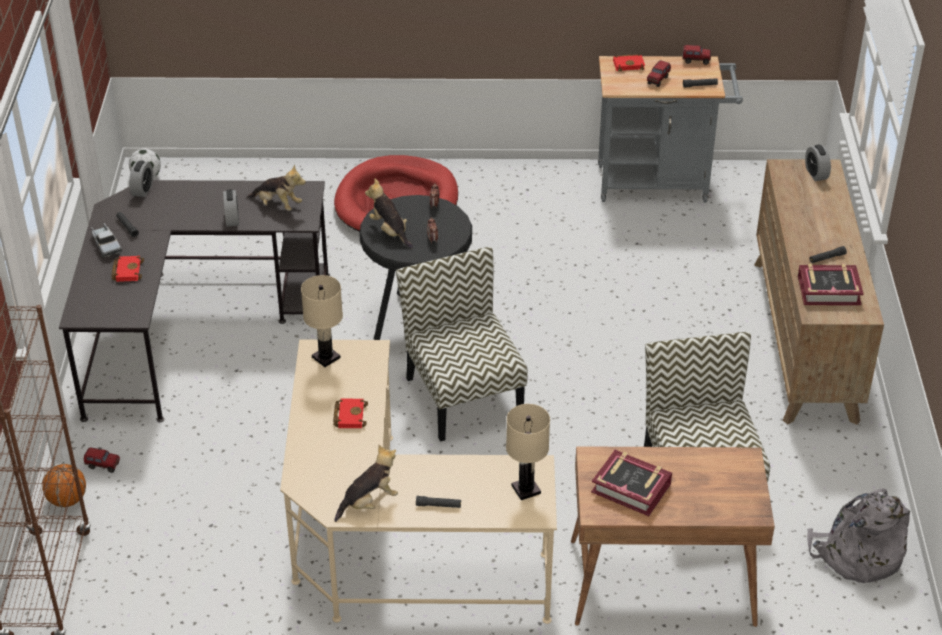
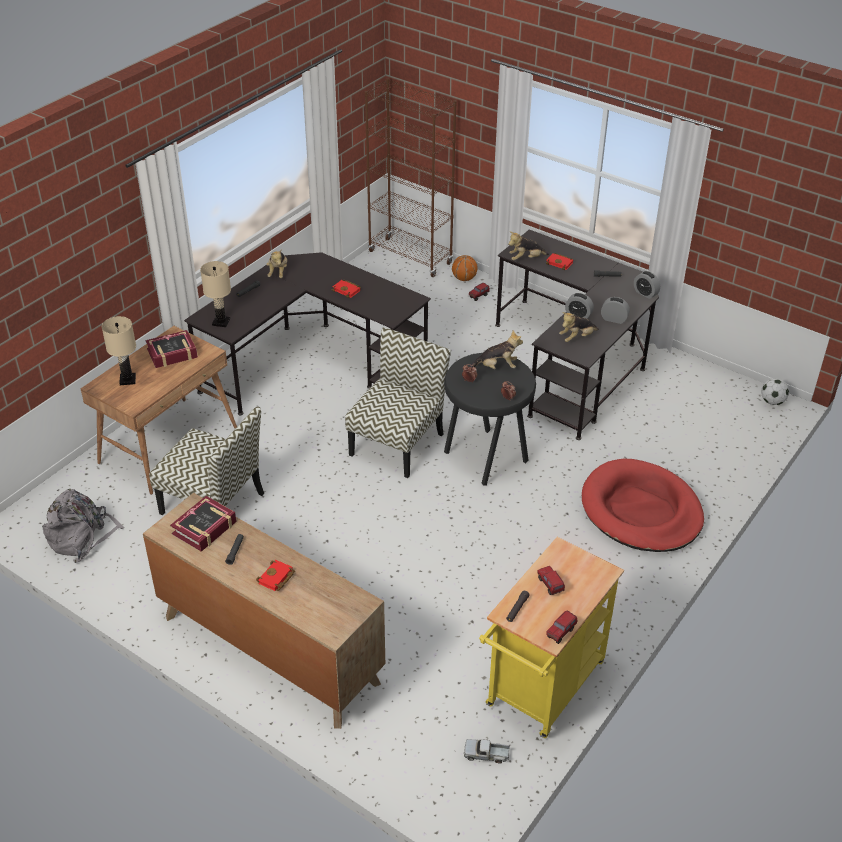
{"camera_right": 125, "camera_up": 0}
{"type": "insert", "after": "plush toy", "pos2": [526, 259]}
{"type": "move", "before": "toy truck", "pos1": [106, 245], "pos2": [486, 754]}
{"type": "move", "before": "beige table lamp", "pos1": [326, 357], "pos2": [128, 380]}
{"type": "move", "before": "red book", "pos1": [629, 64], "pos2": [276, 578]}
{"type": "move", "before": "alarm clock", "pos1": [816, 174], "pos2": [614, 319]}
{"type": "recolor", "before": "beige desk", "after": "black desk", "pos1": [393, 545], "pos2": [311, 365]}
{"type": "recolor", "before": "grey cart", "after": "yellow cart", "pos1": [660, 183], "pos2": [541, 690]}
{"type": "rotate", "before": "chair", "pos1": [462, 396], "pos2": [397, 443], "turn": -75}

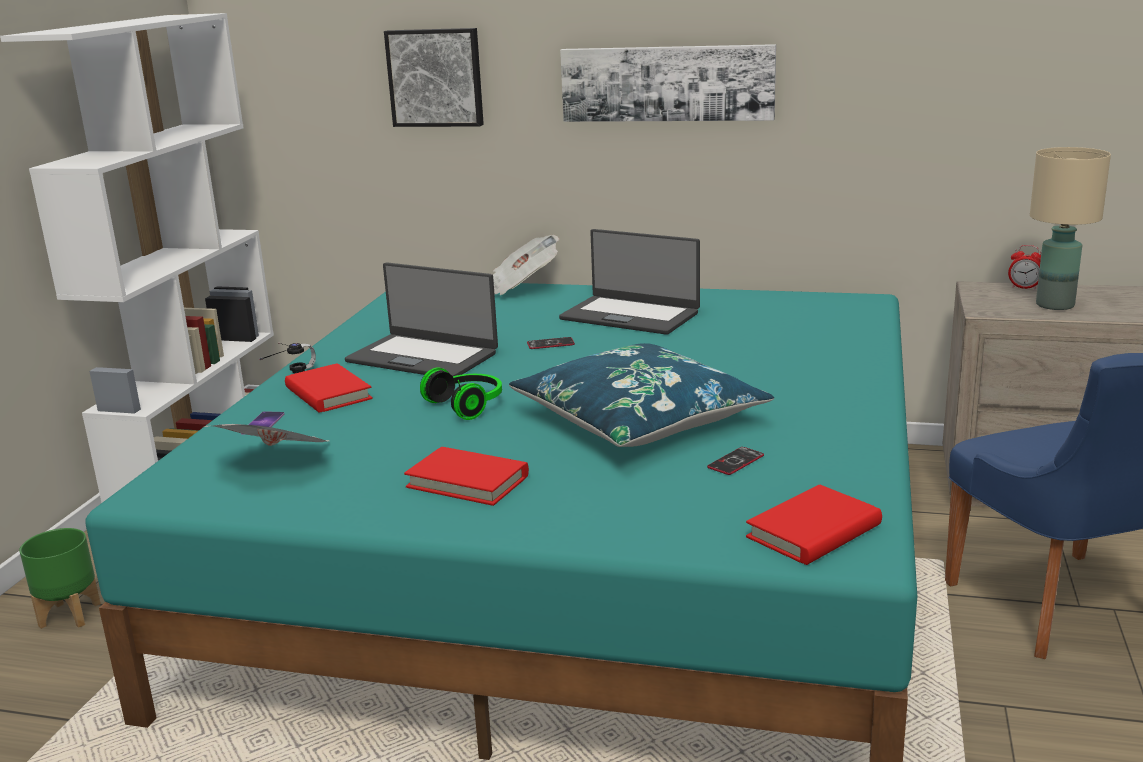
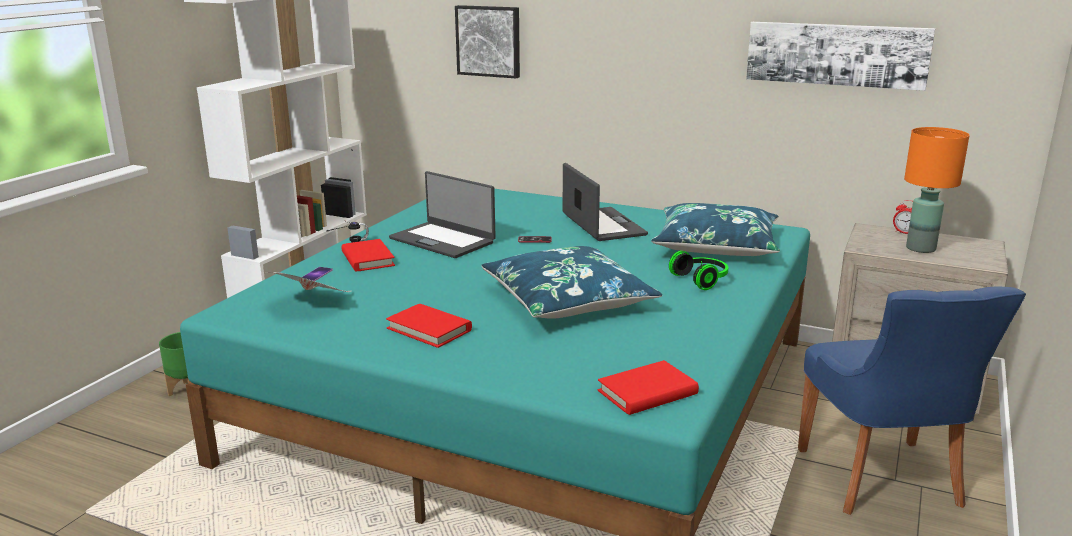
{"camera_right": 10, "camera_up": 0}
{"type": "delete", "before": "newspaper", "pos1": [518, 288]}
{"type": "delete", "before": "phone", "pos1": [735, 462]}
{"type": "insert", "after": "blue pillow", "pos2": [716, 245]}
{"type": "move", "before": "headphones", "pos1": [468, 405], "pos2": [702, 280]}
{"type": "move", "before": "picture", "pos1": [667, 83], "pos2": [836, 54]}
{"type": "recolor", "before": "beige table lamp", "after": "orange table lamp", "pos1": [1053, 305], "pos2": [920, 248]}
{"type": "rotate", "before": "laptop", "pos1": [630, 315], "pos2": [602, 225], "turn": -150}

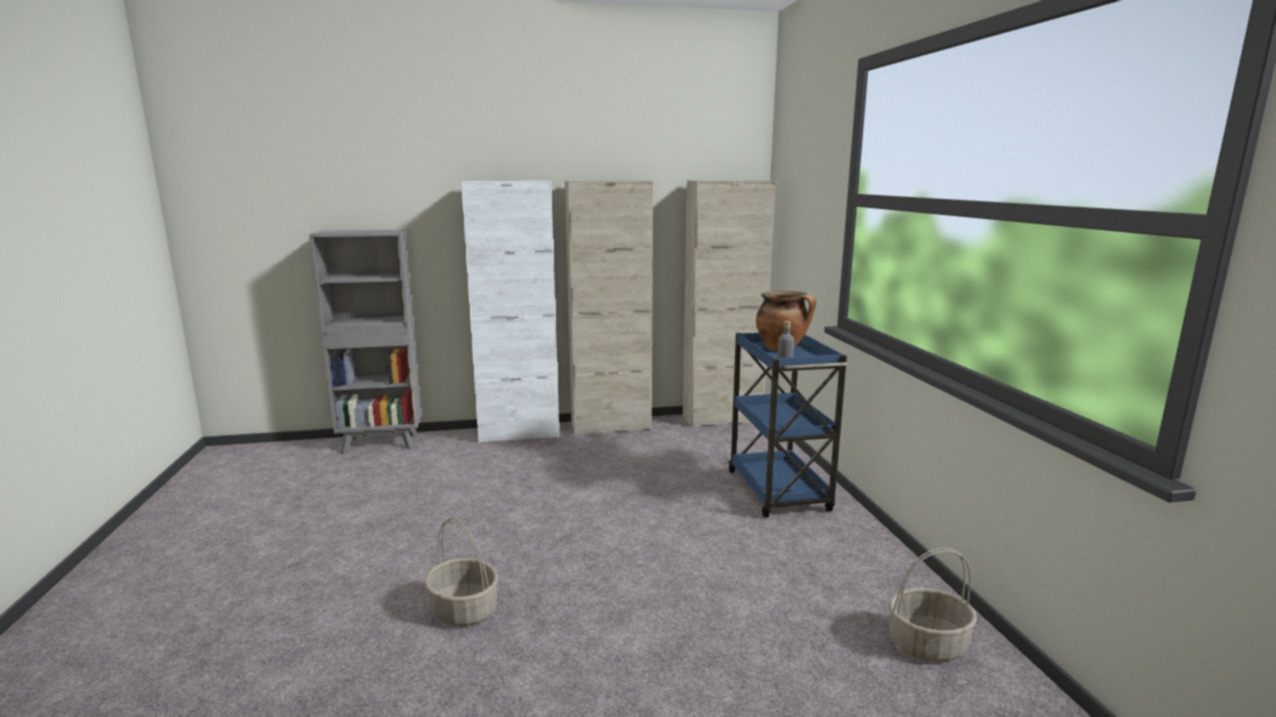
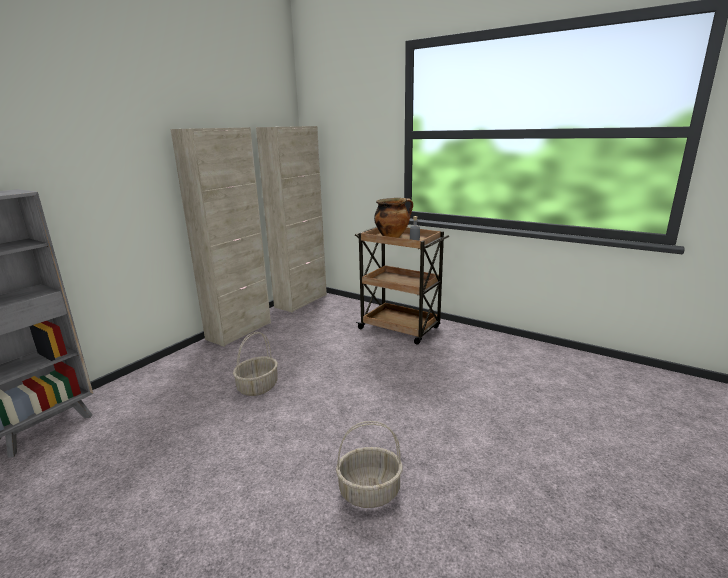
{"camera_right": -45, "camera_up": 5}
{"type": "delete", "before": "white cabinet", "pos1": [519, 434]}
{"type": "move", "before": "basket", "pos1": [928, 644], "pos2": [258, 386]}
{"type": "recolor", "before": "blue cart", "after": "brown cart", "pos1": [779, 492], "pos2": [400, 328]}

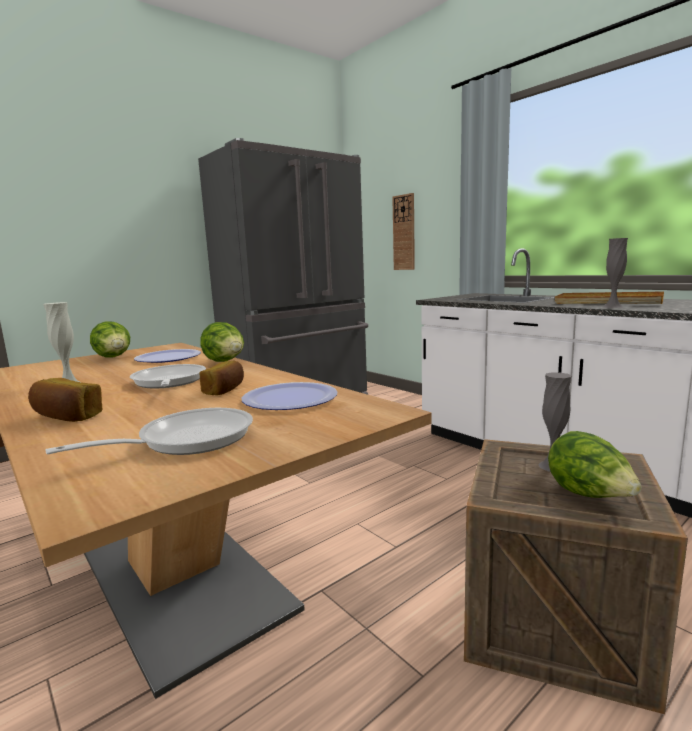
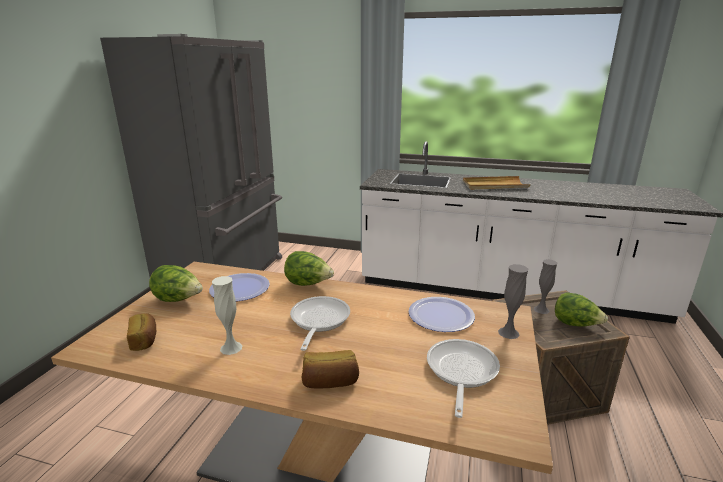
{"camera_right": -35, "camera_up": 10}
{"type": "delete", "before": "wall clock", "pos1": [404, 232]}
{"type": "move", "before": "bread", "pos1": [225, 390], "pos2": [145, 340]}
{"type": "move", "before": "grey vase", "pos1": [612, 307], "pos2": [508, 333]}
{"type": "rotate", "before": "frying pan", "pos1": [168, 382], "pos2": [318, 321], "turn": 60}

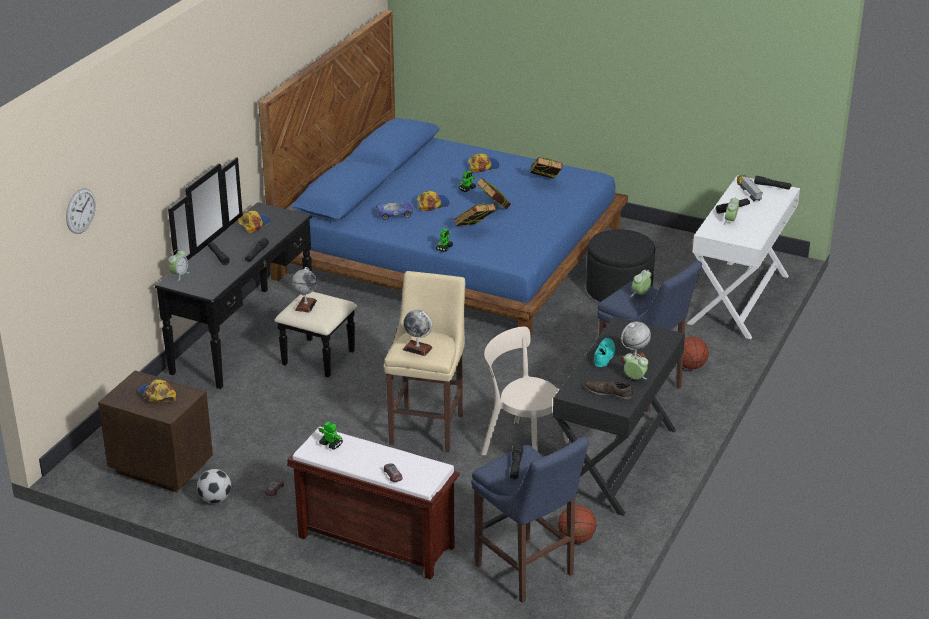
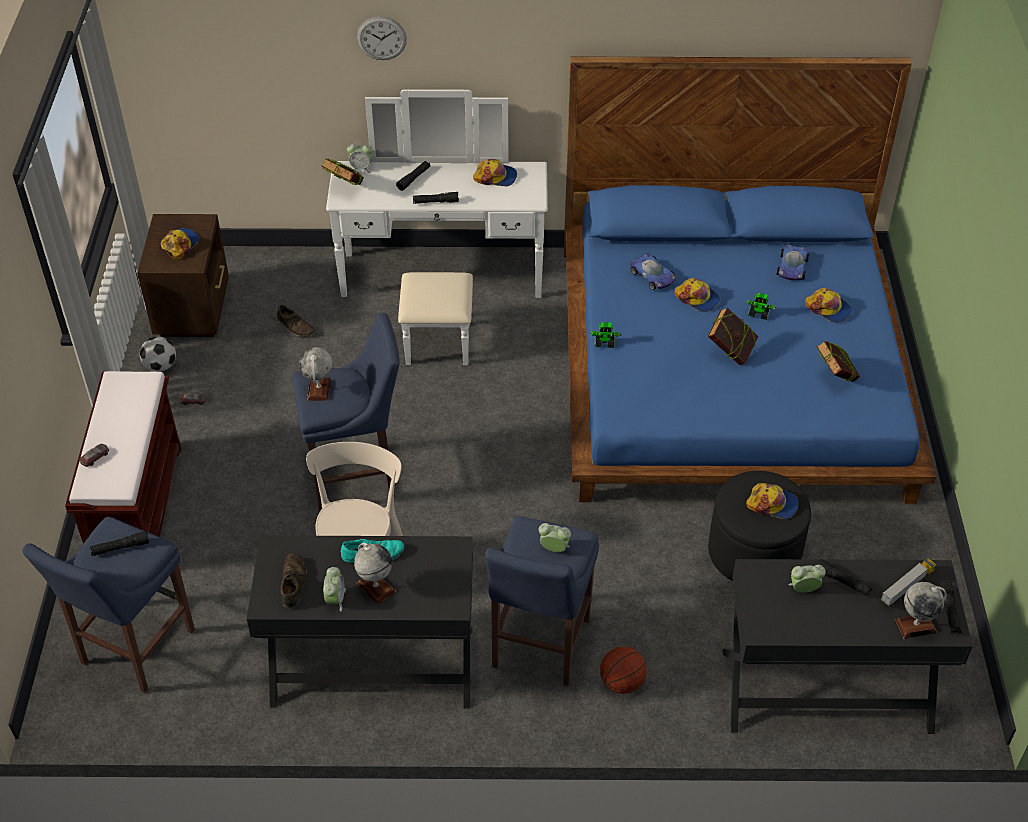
{"camera_right": 65, "camera_up": 15}
{"type": "delete", "before": "toy robot", "pos1": [331, 444]}
{"type": "delete", "before": "basketball", "pos1": [576, 539]}
{"type": "insert", "after": "brown shoe", "pos2": [296, 326]}
{"type": "insert", "after": "cap", "pos2": [772, 504]}
{"type": "insert", "after": "toy car", "pos2": [792, 267]}
{"type": "move", "before": "wall clock", "pos1": [80, 211], "pos2": [381, 38]}
{"type": "move", "before": "globe", "pos1": [305, 305], "pos2": [915, 626]}
{"type": "move", "before": "book", "pos1": [475, 230], "pos2": [344, 189]}
{"type": "recolor", "before": "black dresser", "after": "white dresser", "pos1": [260, 341], "pos2": [442, 290]}
{"type": "recolor", "before": "beige stool", "after": "blue stool", "pos1": [428, 427], "pos2": [357, 476]}
{"type": "recolor", "before": "white desk", "after": "black desk", "pos1": [739, 299], "pos2": [825, 691]}

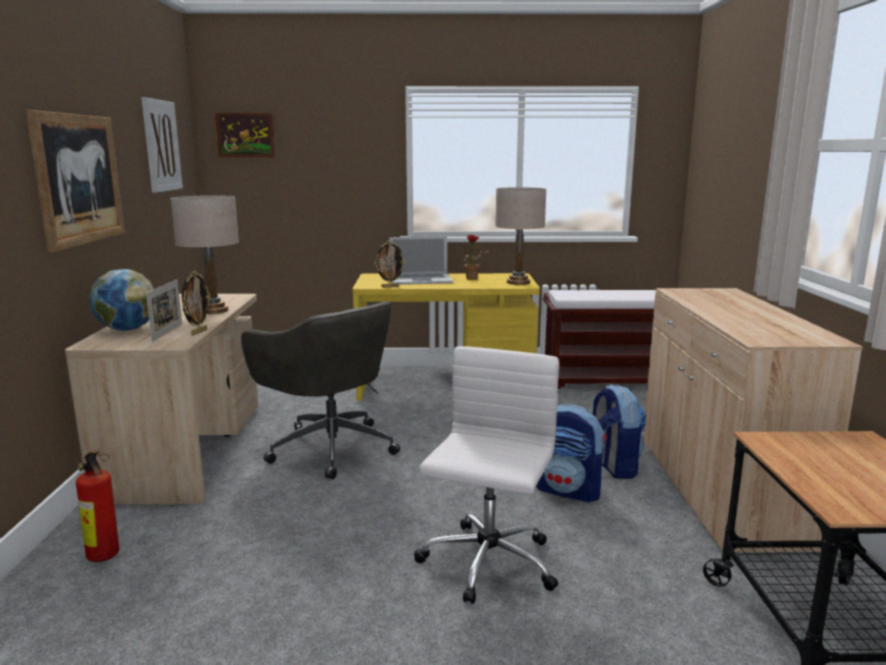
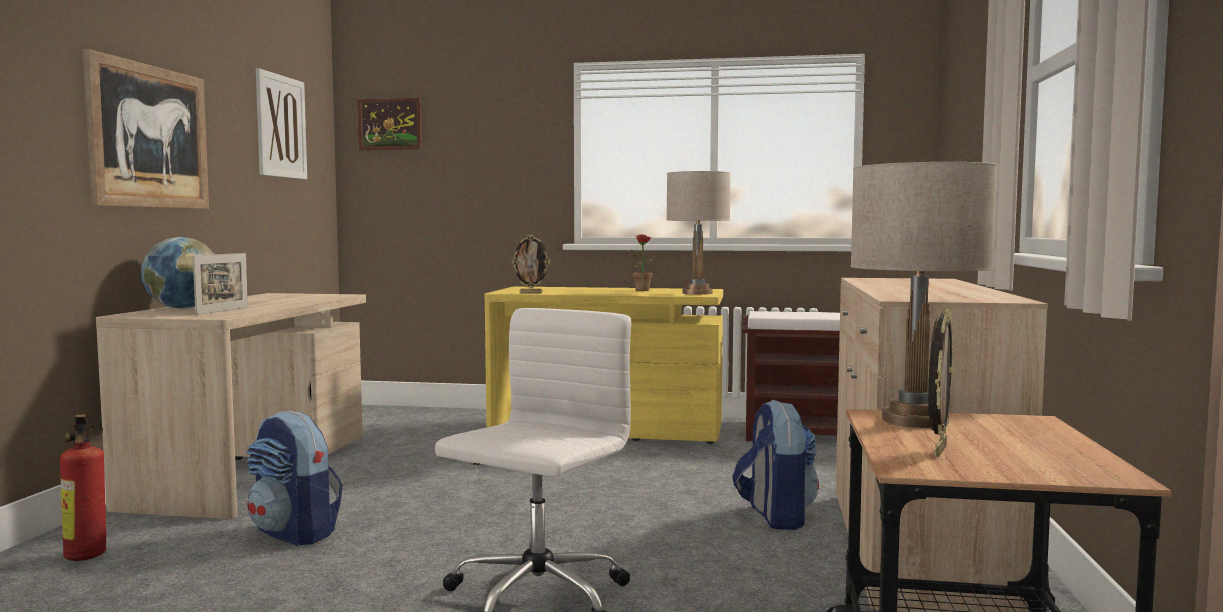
{"camera_right": 10, "camera_up": -10}
{"type": "delete", "before": "grey office chair", "pos1": [330, 447]}
{"type": "delete", "before": "laptop", "pos1": [420, 279]}
{"type": "move", "before": "beige table lamp", "pos1": [213, 310], "pos2": [914, 420]}
{"type": "move", "before": "picture frame", "pos1": [198, 332], "pos2": [938, 450]}
{"type": "move", "before": "backpack", "pos1": [568, 490], "pos2": [295, 533]}

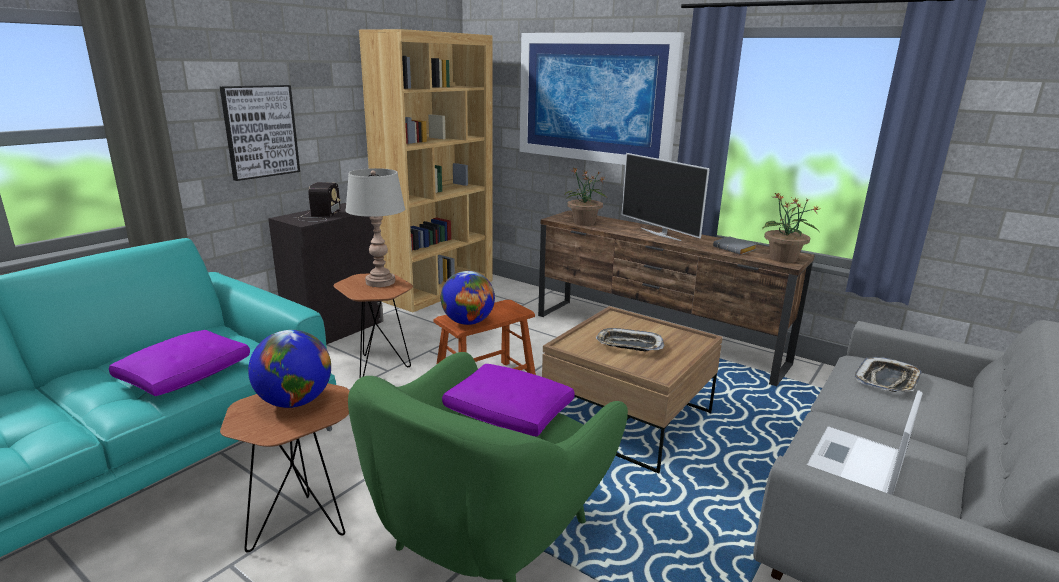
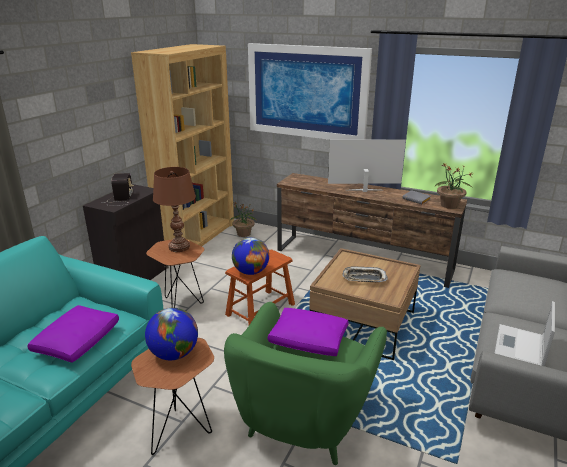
{"camera_right": -10, "camera_up": 5}
{"type": "delete", "before": "picture", "pos1": [260, 131]}
{"type": "delete", "before": "tray", "pos1": [887, 380]}
{"type": "move", "before": "potted plant", "pos1": [584, 223], "pos2": [243, 234]}
{"type": "recolor", "before": "grey table lamp", "after": "brown table lamp", "pos1": [380, 282], "pos2": [179, 247]}
{"type": "rotate", "before": "television", "pos1": [661, 234], "pos2": [364, 190], "turn": 135}

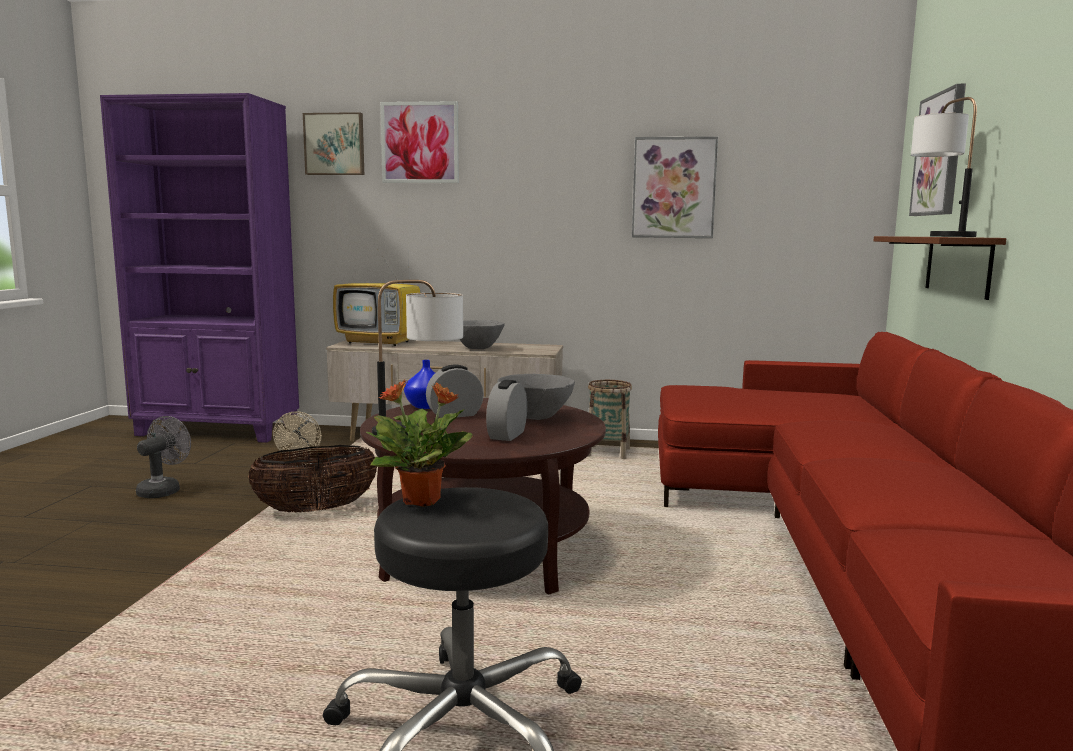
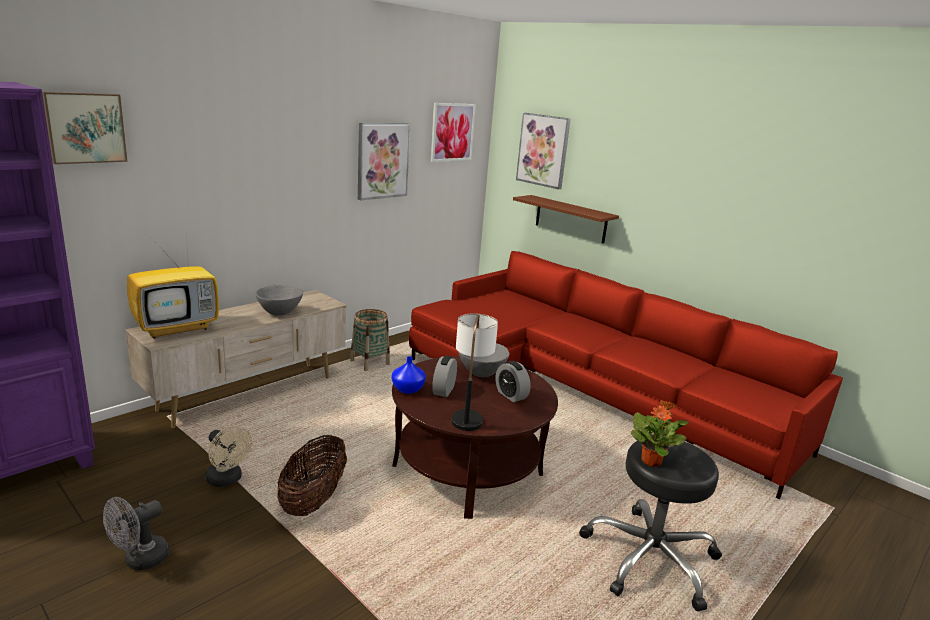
{"camera_right": -55, "camera_up": 10}
{"type": "delete", "before": "table lamp", "pos1": [938, 236]}
{"type": "move", "before": "picture", "pos1": [420, 143], "pos2": [452, 132]}
{"type": "rotate", "before": "grey fan", "pos1": [163, 490], "pos2": [140, 560], "turn": -105}

